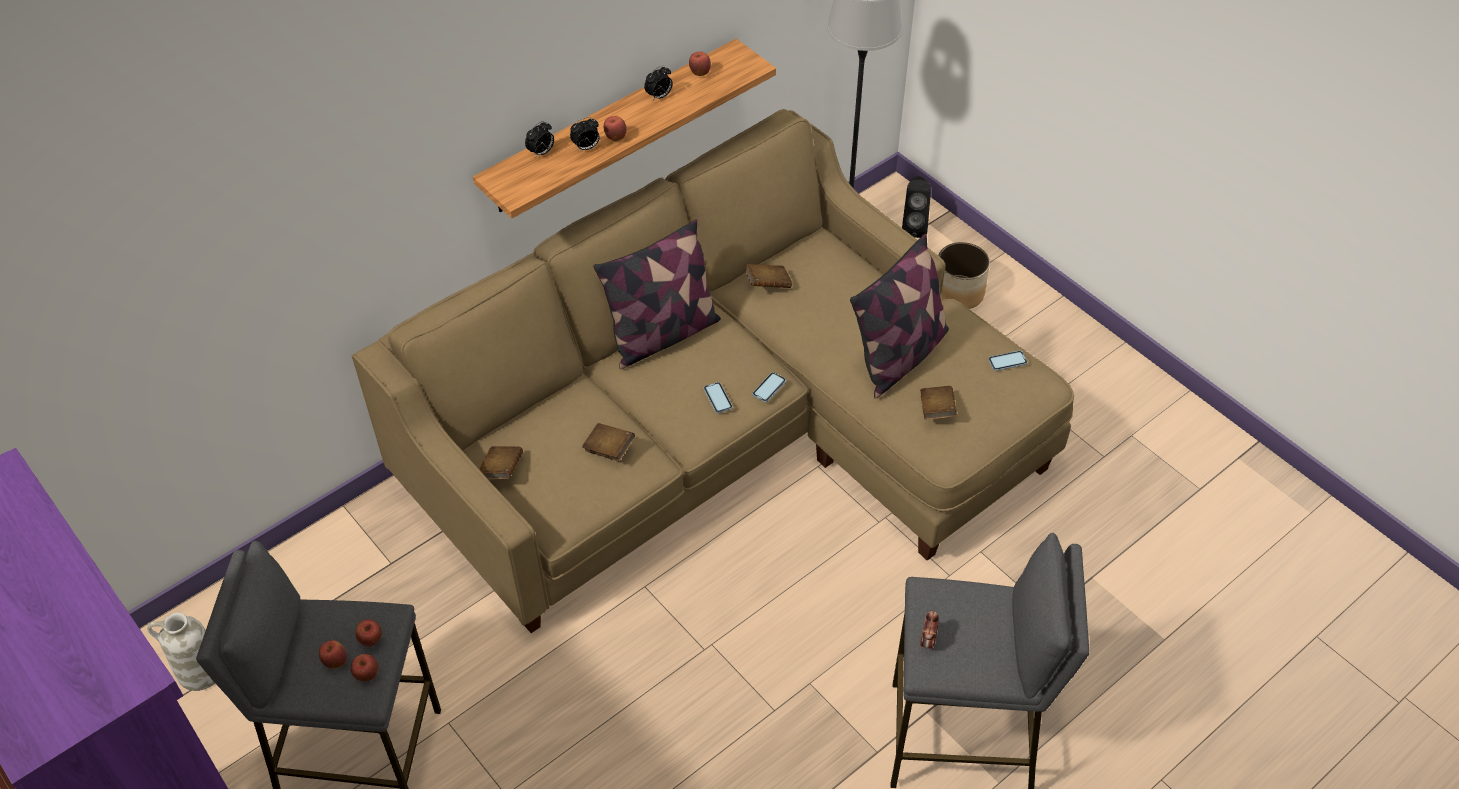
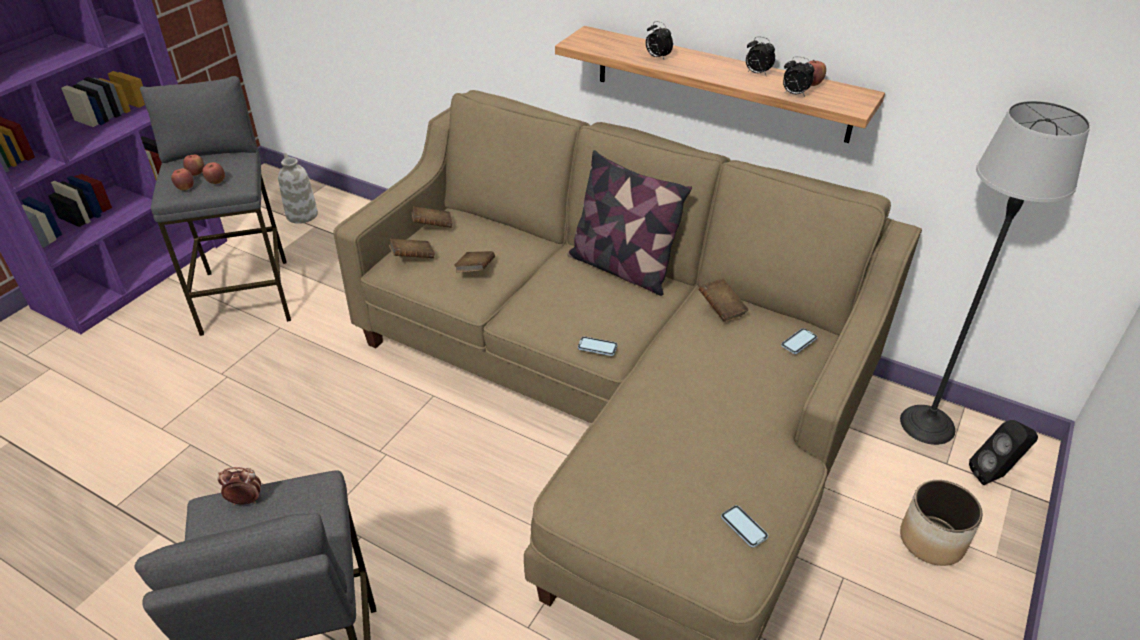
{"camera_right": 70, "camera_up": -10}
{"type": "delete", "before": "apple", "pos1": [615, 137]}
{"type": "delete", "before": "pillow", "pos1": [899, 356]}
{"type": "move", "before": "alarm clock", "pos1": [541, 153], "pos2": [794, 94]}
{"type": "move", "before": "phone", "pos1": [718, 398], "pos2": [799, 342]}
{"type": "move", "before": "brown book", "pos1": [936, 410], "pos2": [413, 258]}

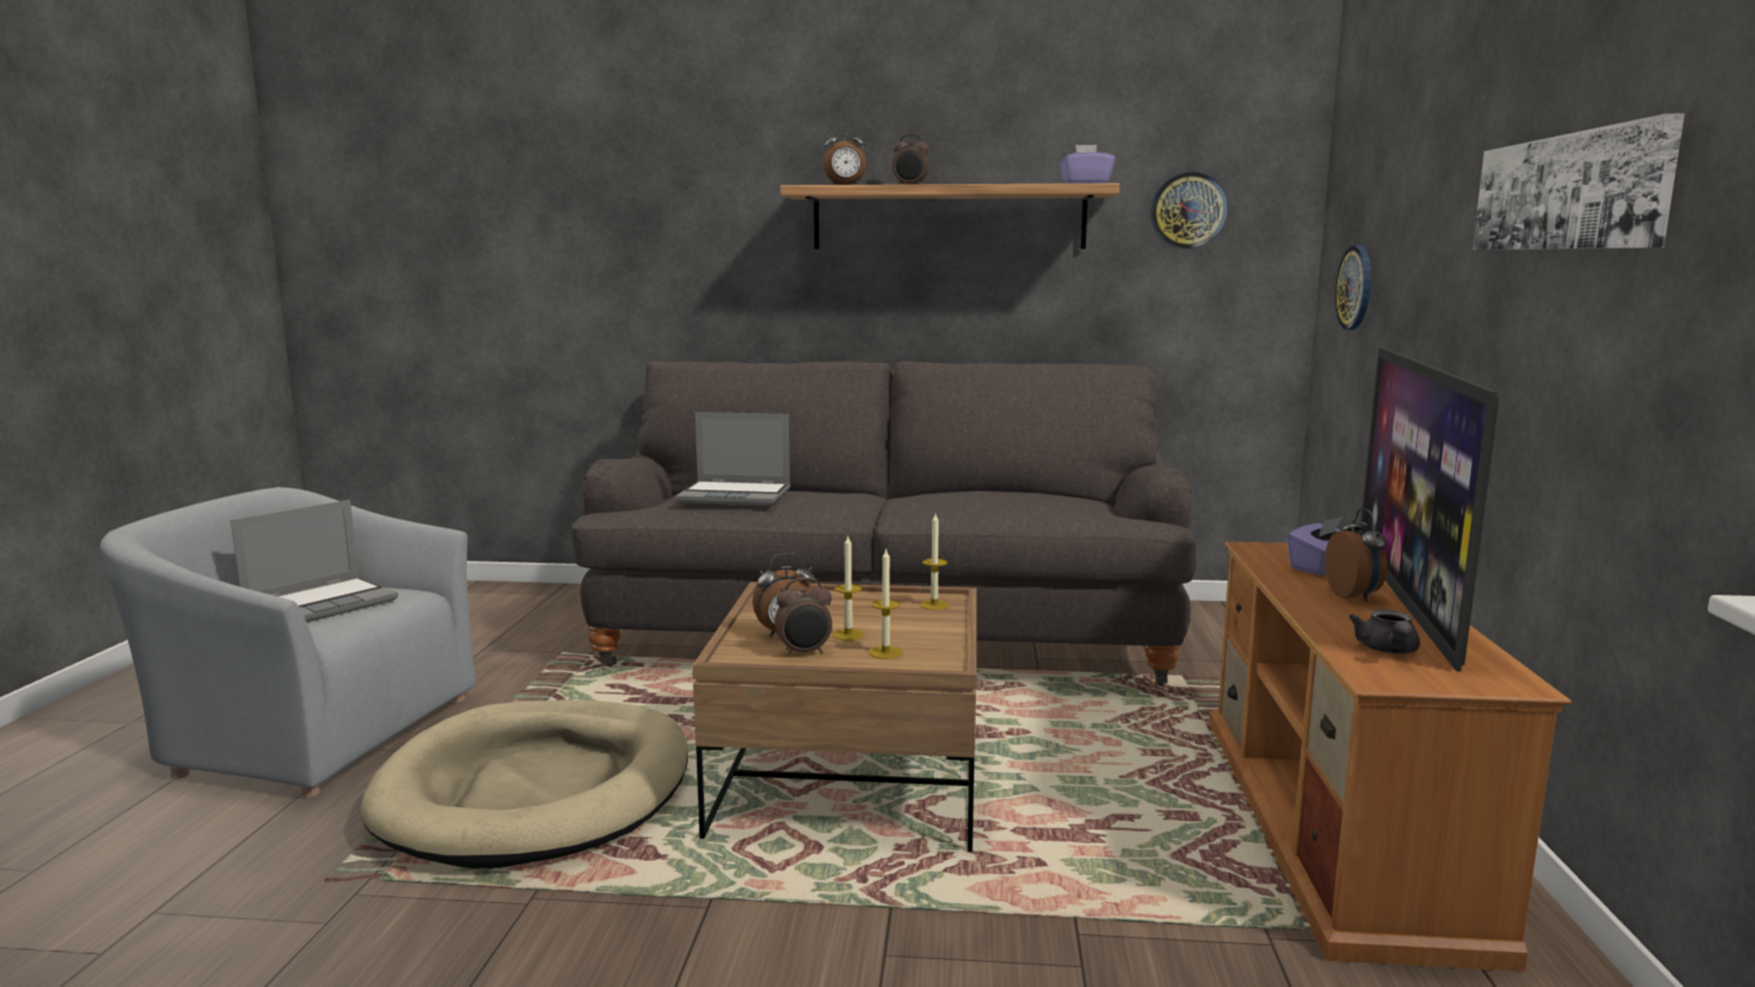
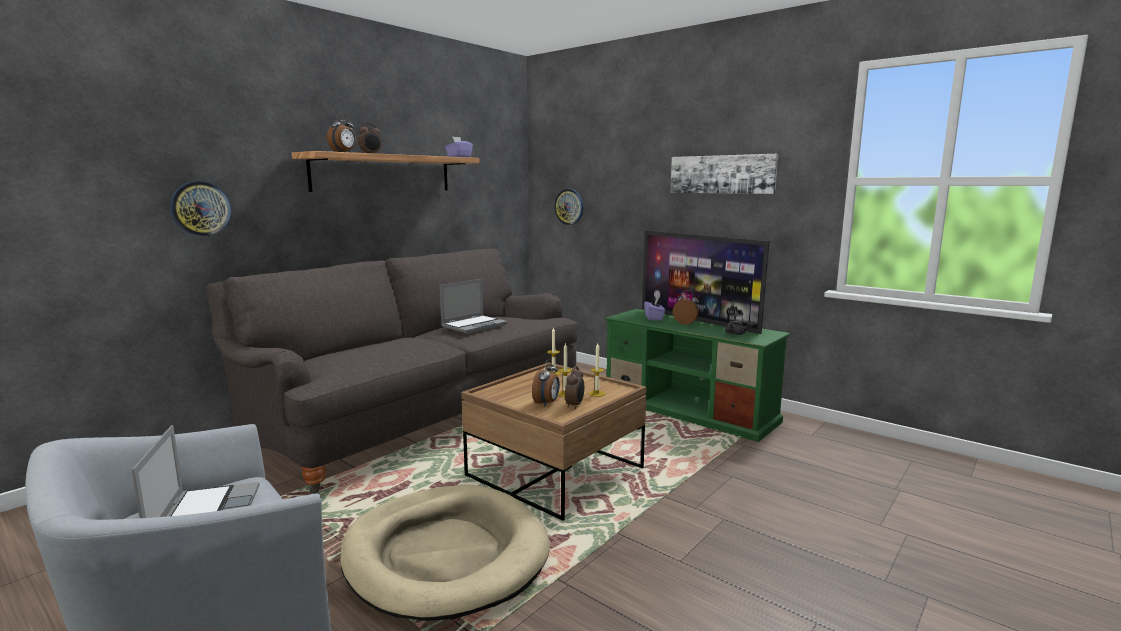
{"camera_right": -55, "camera_up": 0}
{"type": "move", "before": "laptop", "pos1": [736, 496], "pos2": [474, 325]}
{"type": "move", "before": "wall clock", "pos1": [1188, 210], "pos2": [200, 208]}
{"type": "recolor", "before": "brown tv stand", "after": "green tv stand", "pos1": [1338, 824], "pos2": [689, 409]}

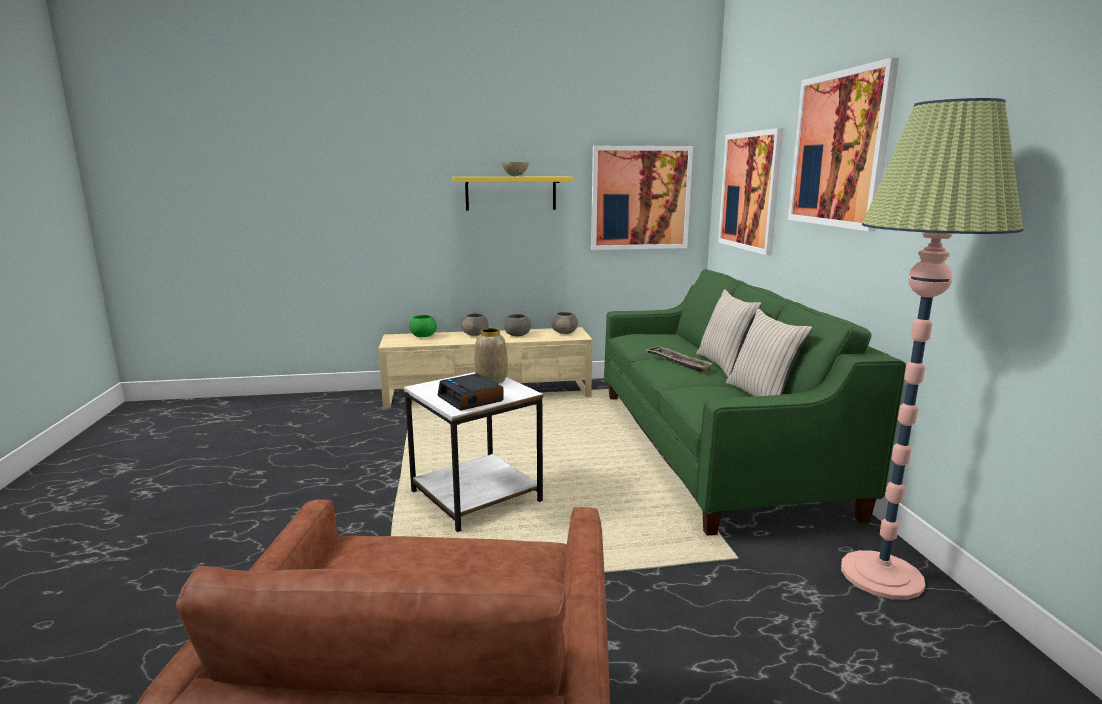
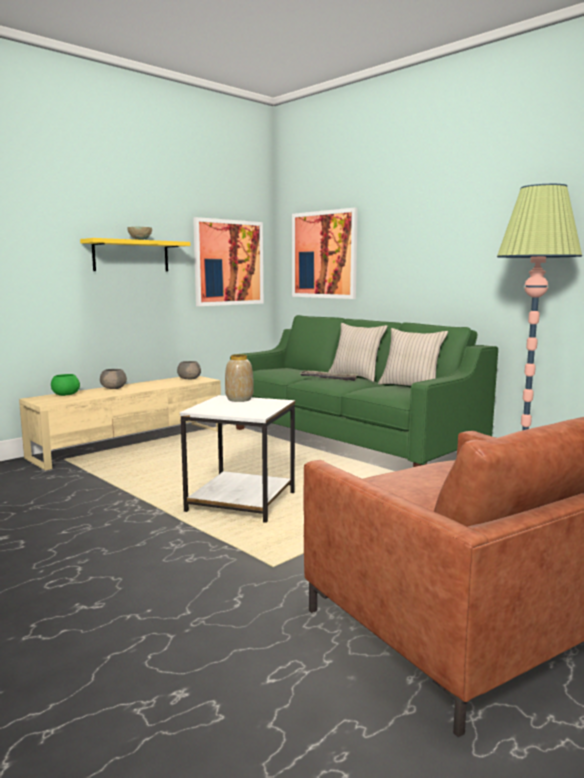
{"camera_right": -35, "camera_up": -5}
{"type": "delete", "before": "alarm clock", "pos1": [471, 399]}
{"type": "delete", "before": "grey bowl", "pos1": [517, 335]}
{"type": "delete", "before": "picture", "pos1": [839, 150]}

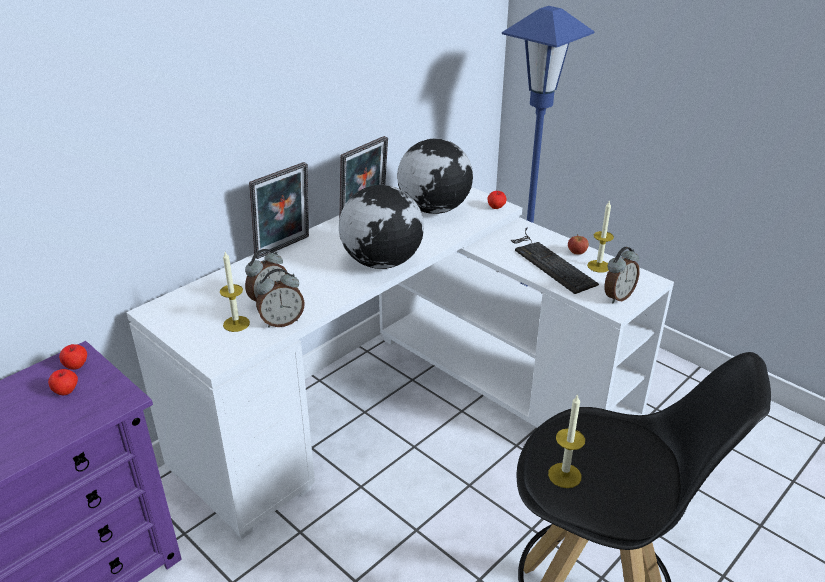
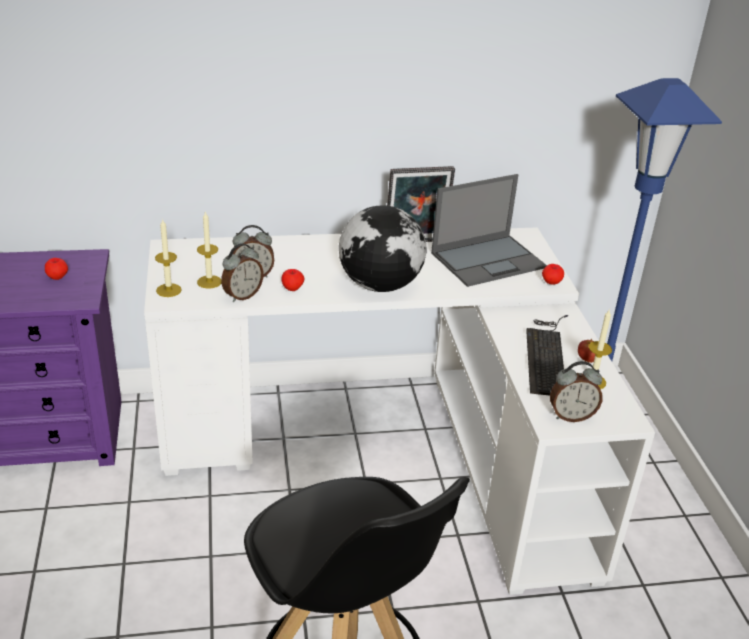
{"camera_right": 35, "camera_up": 0}
{"type": "delete", "before": "picture frame", "pos1": [284, 248]}
{"type": "move", "before": "apple", "pos1": [76, 366], "pos2": [292, 288]}
{"type": "move", "before": "candle", "pos1": [564, 475], "pos2": [168, 290]}
{"type": "replace", "before": "globe", "after": "laptop", "pos1": [434, 209], "pos2": [489, 260]}
{"type": "rotate", "before": "alarm clock", "pos1": [282, 322], "pos2": [242, 295], "turn": -60}

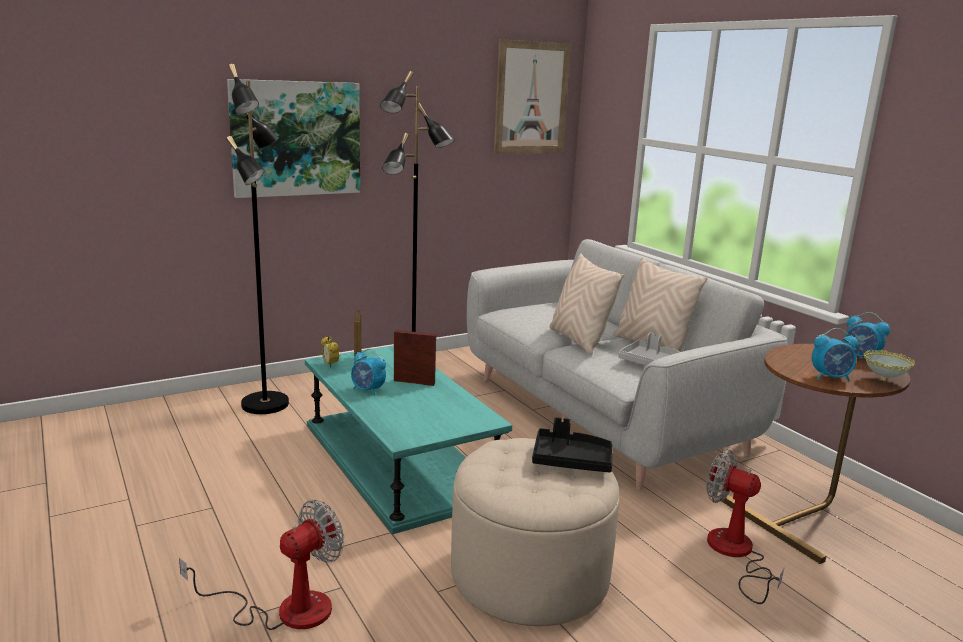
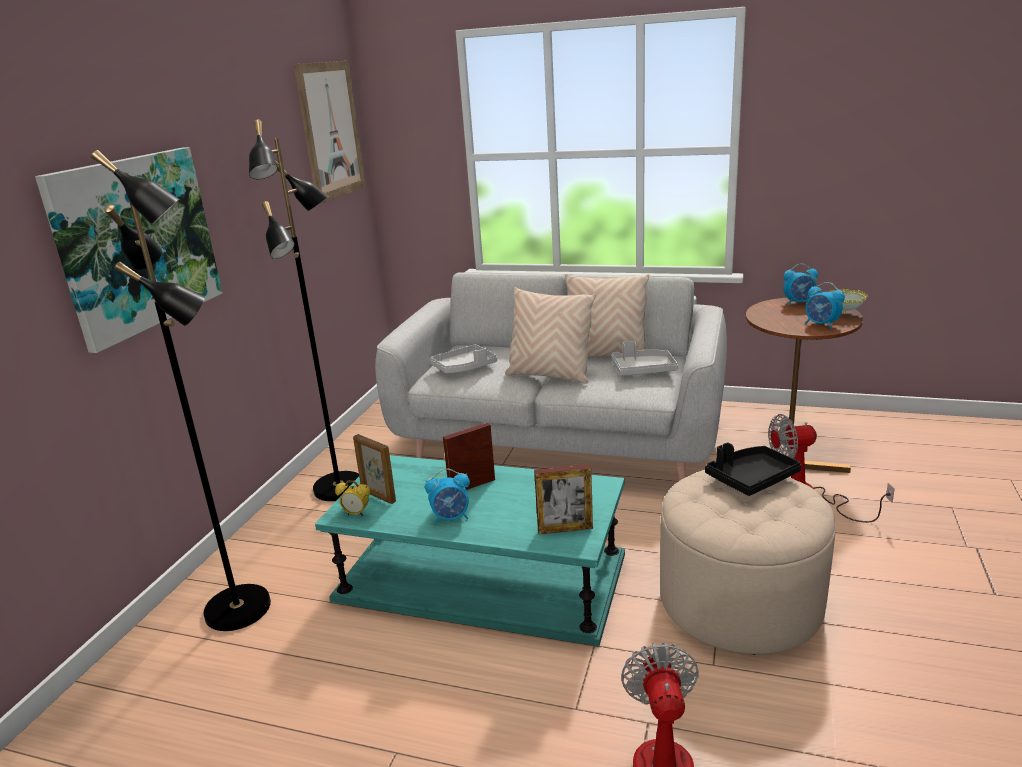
{"camera_right": -40, "camera_up": 5}
{"type": "insert", "after": "grey tray", "pos2": [464, 367]}
{"type": "insert", "after": "picture frame", "pos2": [565, 529]}
{"type": "rotate", "before": "alarm clock", "pos1": [830, 378], "pos2": [821, 325], "turn": 90}

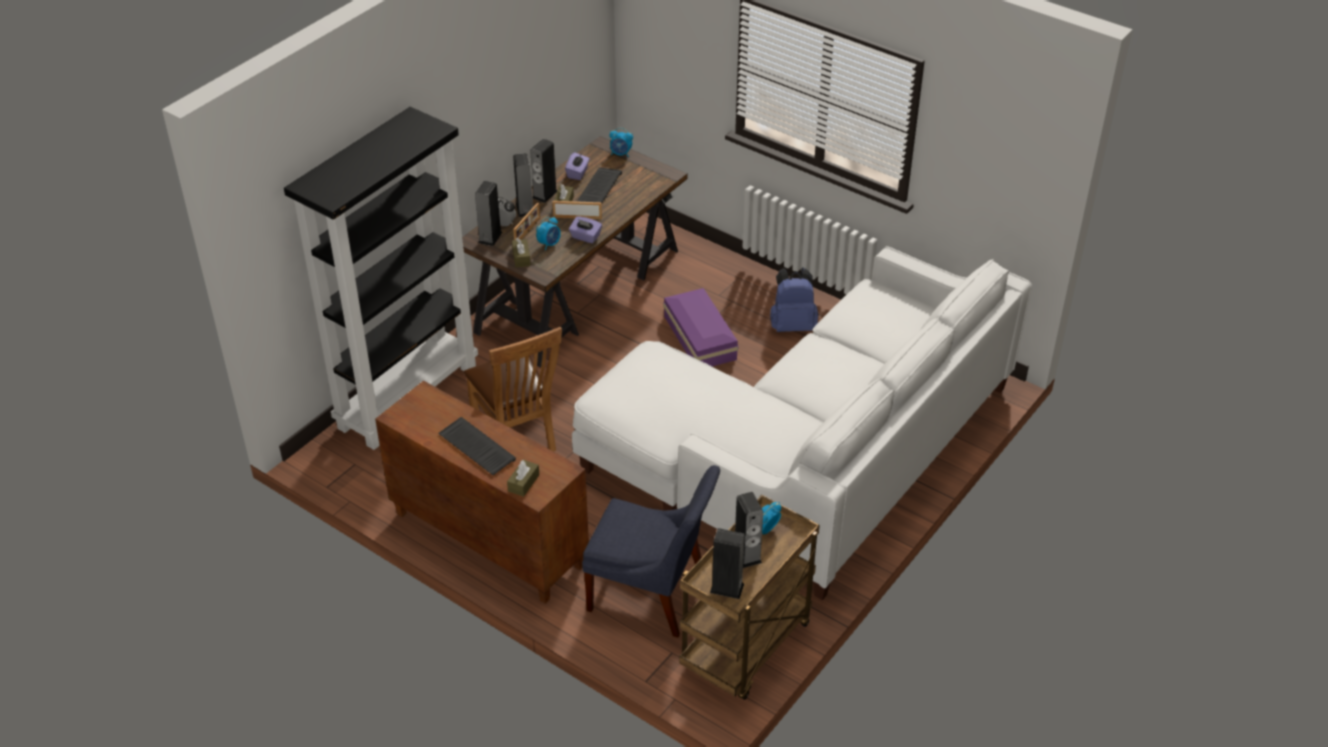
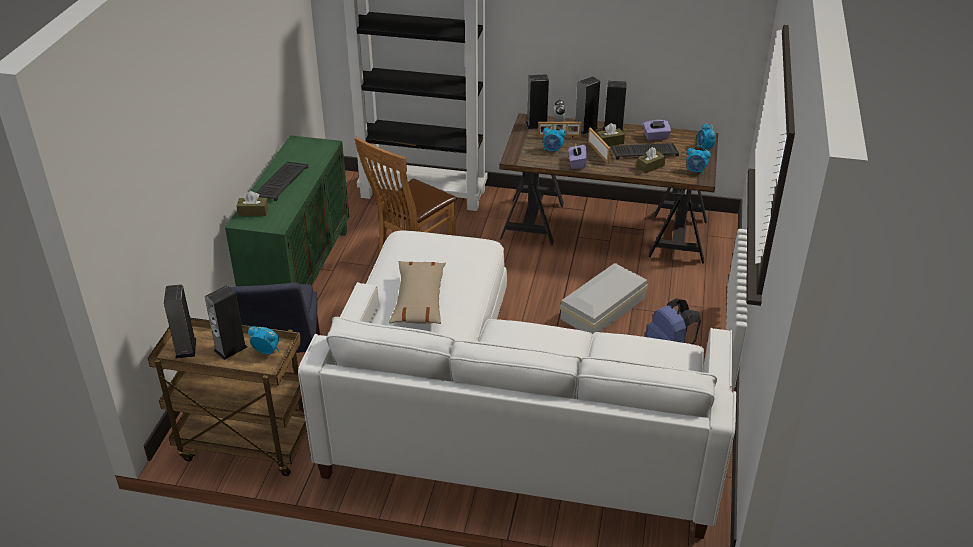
{"camera_right": 65, "camera_up": -5}
{"type": "insert", "after": "beige pillow", "pos2": [419, 300]}
{"type": "insert", "after": "alarm clock", "pos2": [696, 171]}
{"type": "move", "before": "brown tissue box", "pos1": [521, 258], "pos2": [650, 166]}
{"type": "recolor", "before": "brown cabinet", "after": "green cabinet", "pos1": [487, 540], "pos2": [299, 274]}
{"type": "recolor", "before": "purple storage box", "after": "white storage box", "pos1": [700, 336], "pos2": [605, 308]}

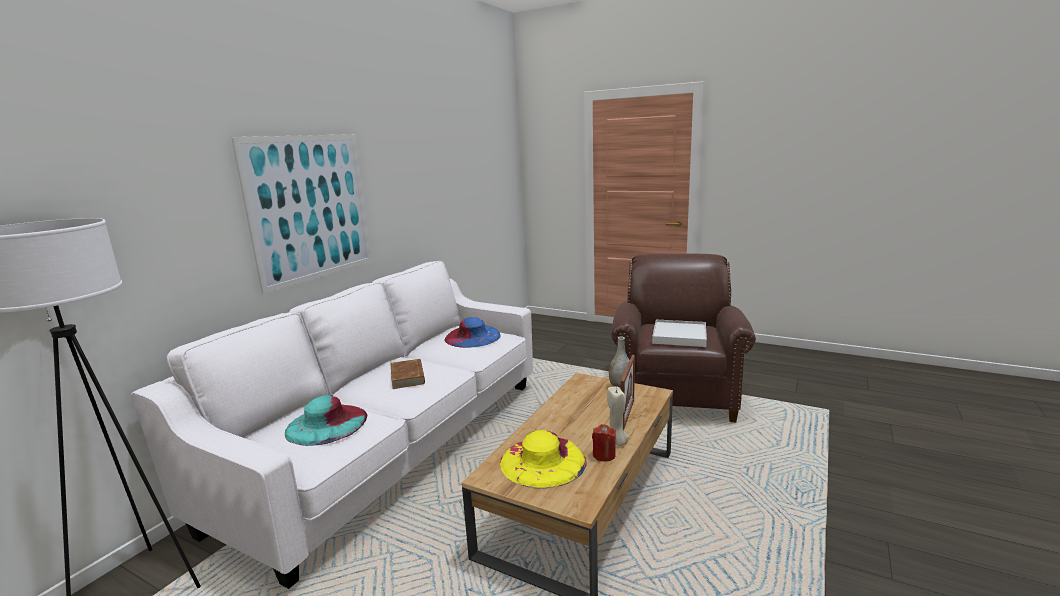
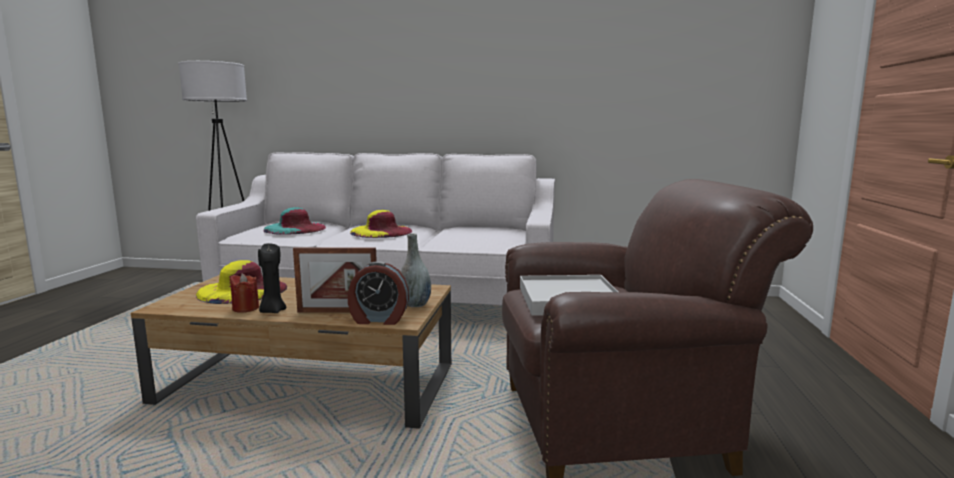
{"camera_right": 70, "camera_up": -5}
{"type": "delete", "before": "picture", "pos1": [311, 208]}
{"type": "delete", "before": "blue hat", "pos1": [472, 337]}
{"type": "insert", "after": "alarm clock", "pos2": [378, 319]}
{"type": "replace", "before": "brown book", "after": "yellow hat", "pos1": [408, 377], "pos2": [381, 231]}
{"type": "recolor", "before": "beige candle", "after": "black candle", "pos1": [616, 442], "pos2": [272, 311]}

